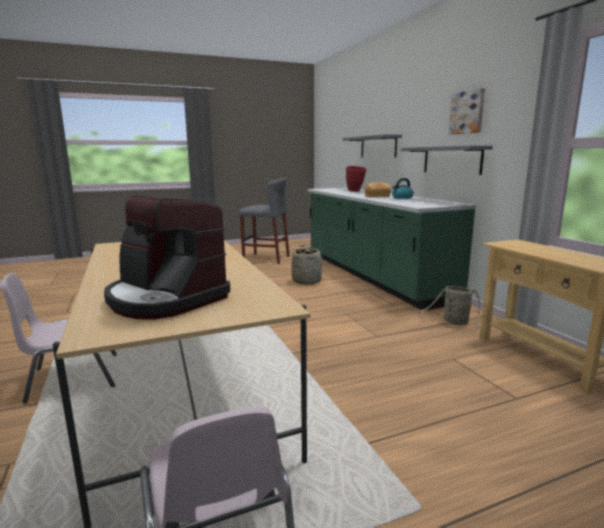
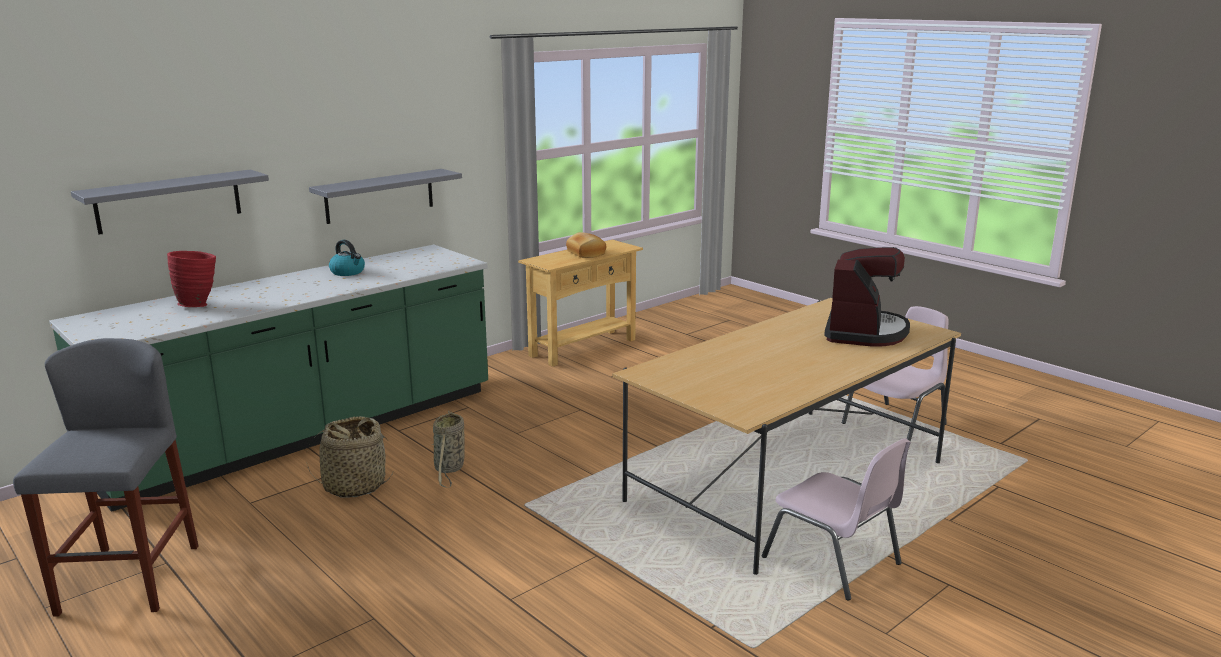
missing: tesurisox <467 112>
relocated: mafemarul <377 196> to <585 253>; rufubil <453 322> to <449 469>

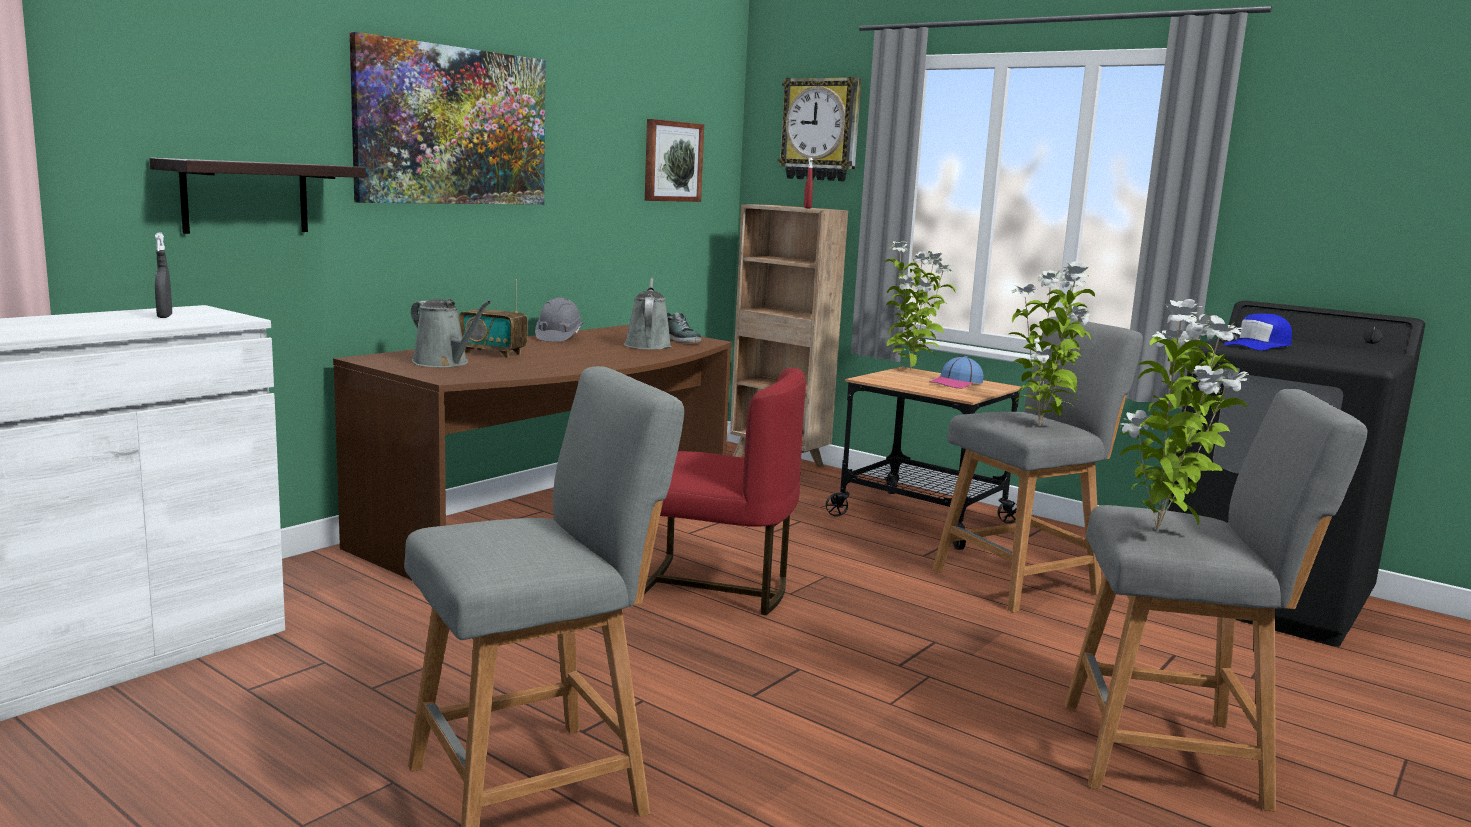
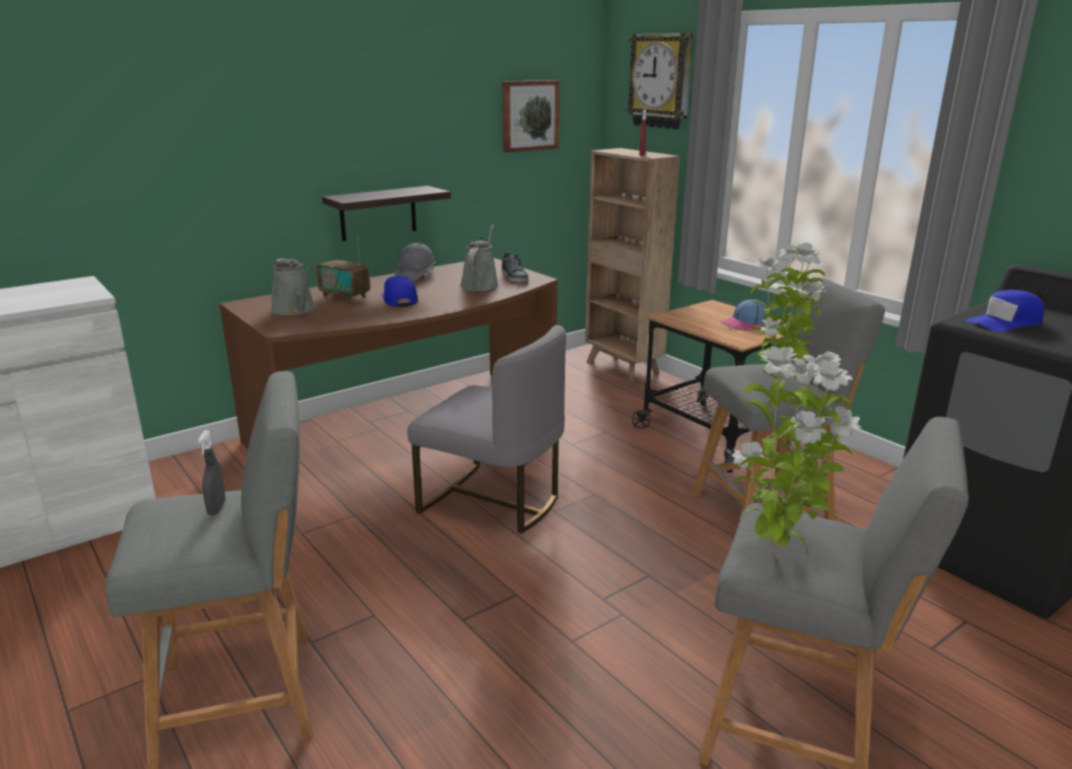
missing: tesurisox <453 126>; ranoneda <910 370>
appeared: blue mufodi <399 299>
relocated: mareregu <245 197> to <378 213>; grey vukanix <164 316> to <217 508>
colour: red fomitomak <712 589> to grey fomitomak <492 501>

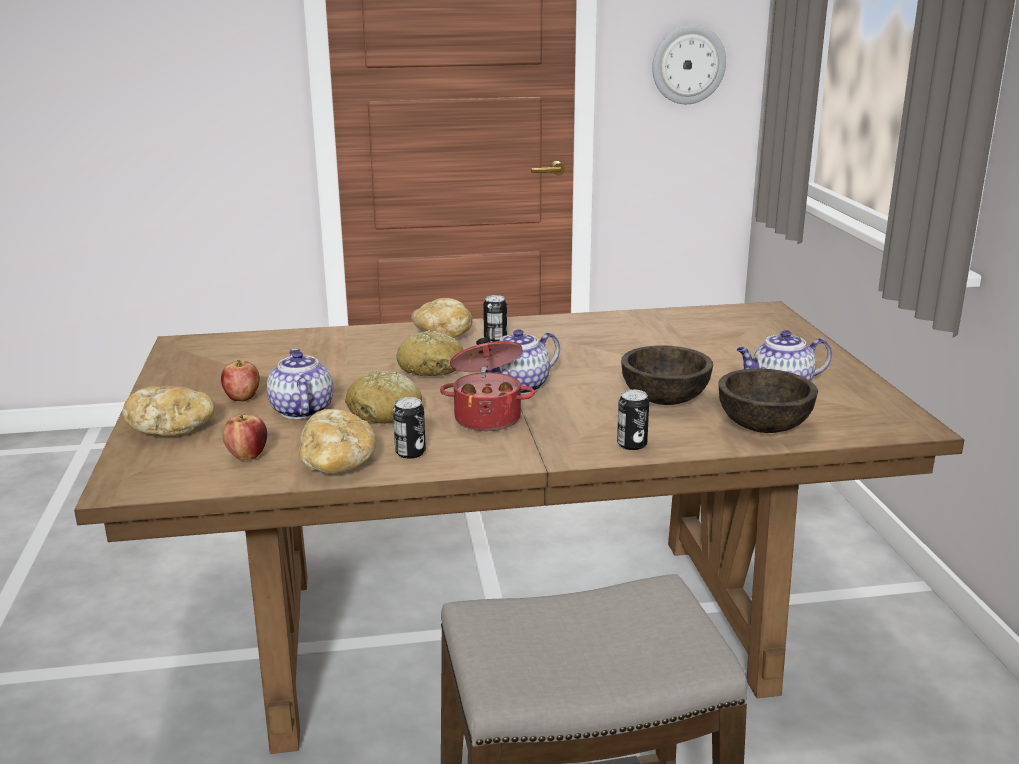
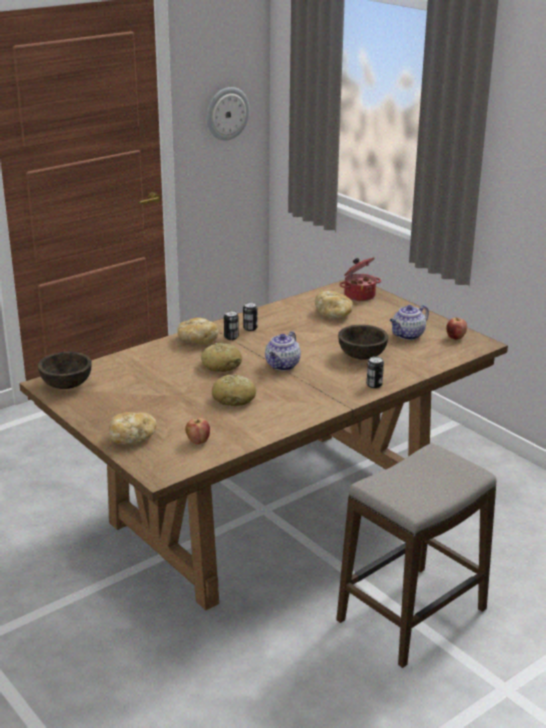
missing: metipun <301 411>
relocated: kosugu <242 398> to <455 338>; mafemarul <337 463> to <334 314>; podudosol <410 453> to <250 328>; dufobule <488 418> to <359 295>; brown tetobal <763 426> to <66 385>

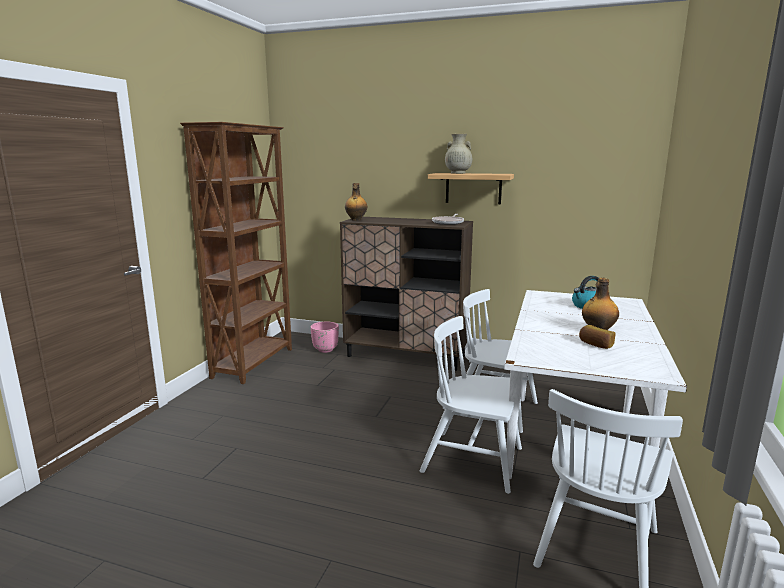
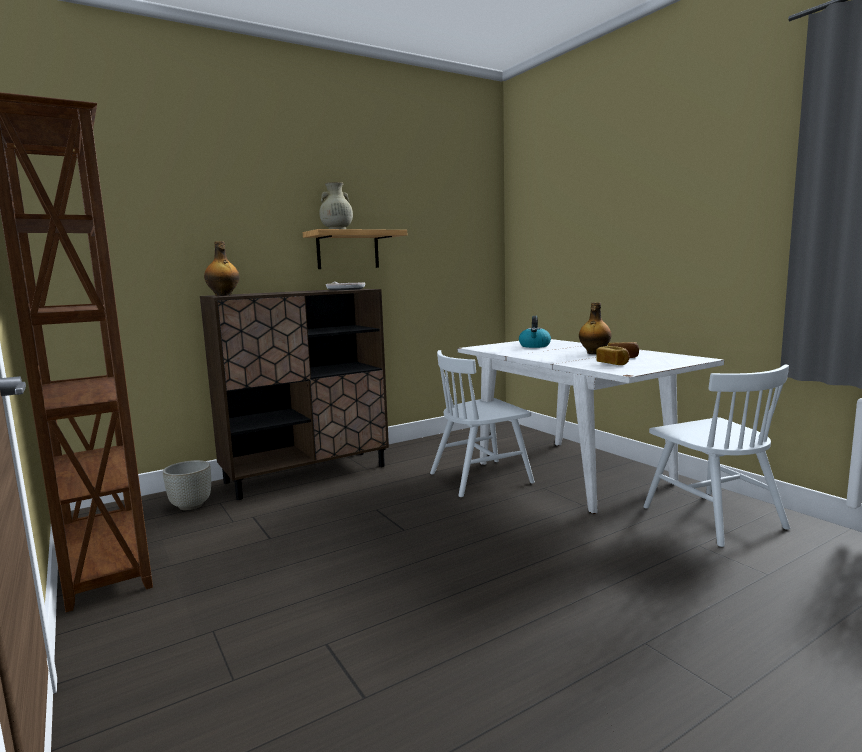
missing: white fomitomak <473 460>
appeared: mafemarul <613 364>
colour: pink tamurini <325 350> to grey tamurini <190 506>

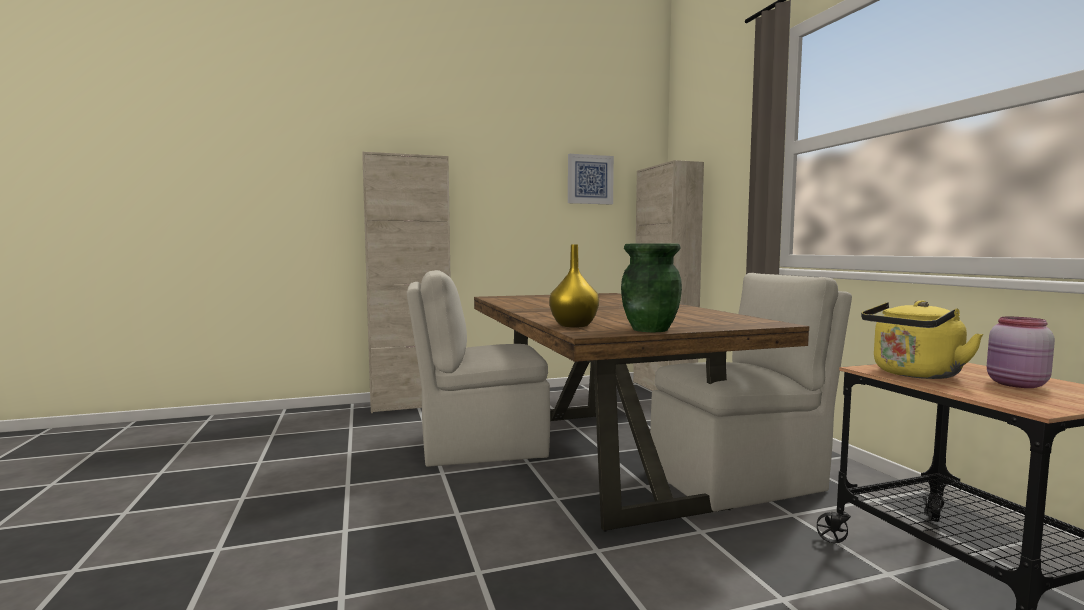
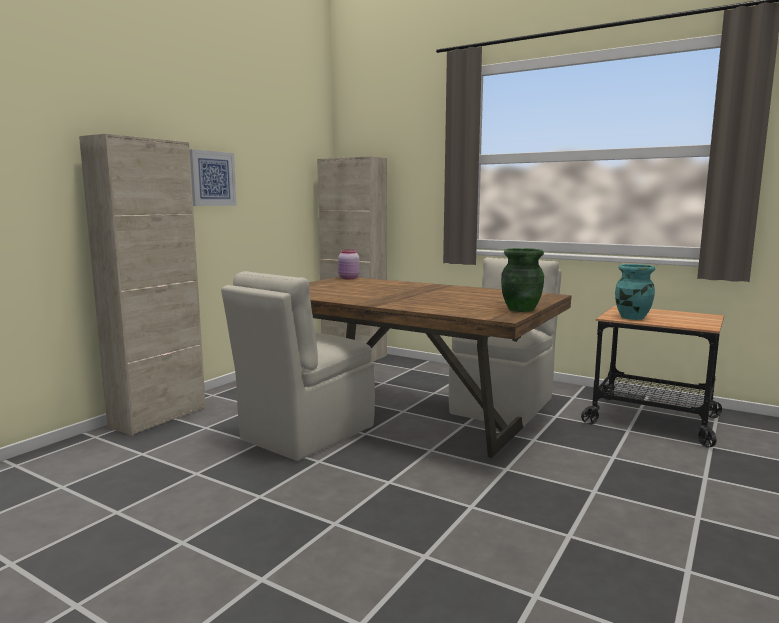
missing: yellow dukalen <573 325>
relocated: tesurisox <590 179> to <212 178>; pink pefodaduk <1016 384> to <349 278>
exchanged: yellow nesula <914 374> to turquoise dukalen <632 317>

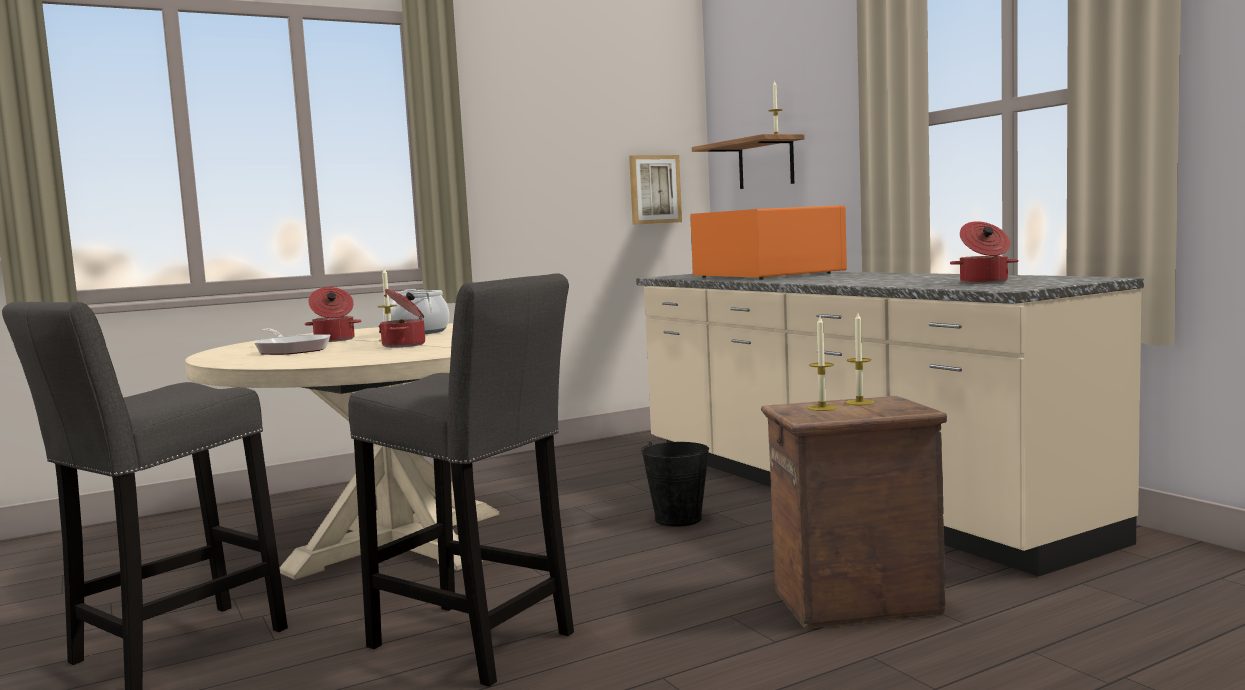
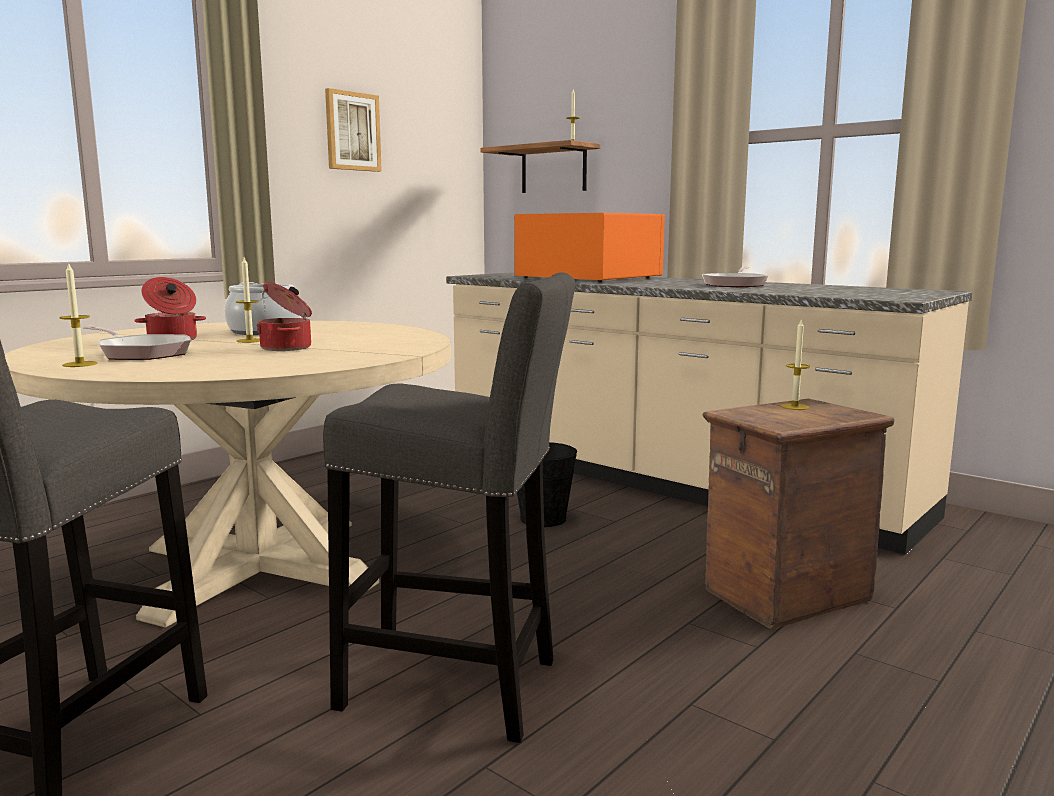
missing: dufobule <983 282>
appeared: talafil <735 284>
relocated: tesurisox <654 189> to <352 131>; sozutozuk <822 408> to <80 364>

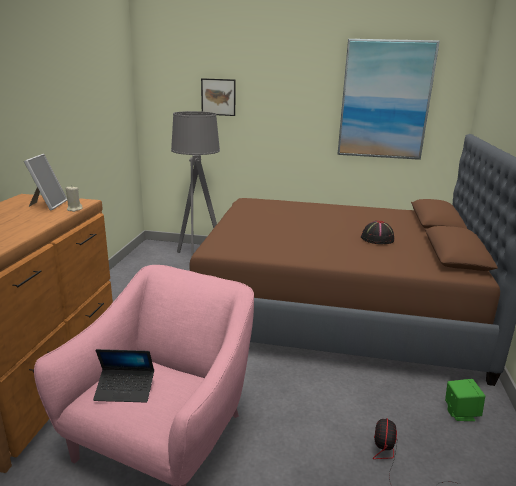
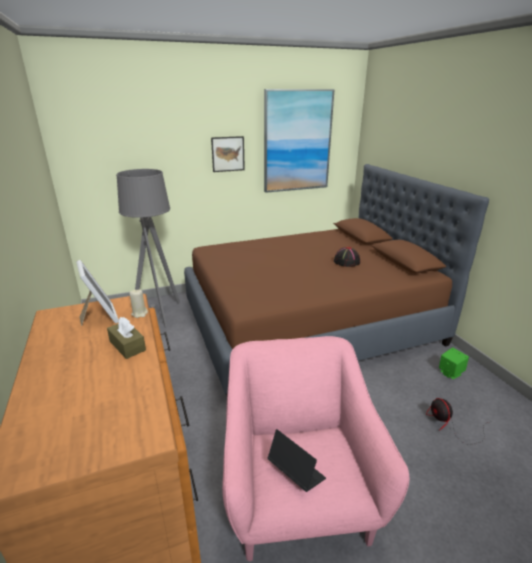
appeared: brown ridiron <127 346>
relocated: tesurisox <218 97> to <228 154>
spun: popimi <125 390> = <296 472> 105 degrees counterclockwise

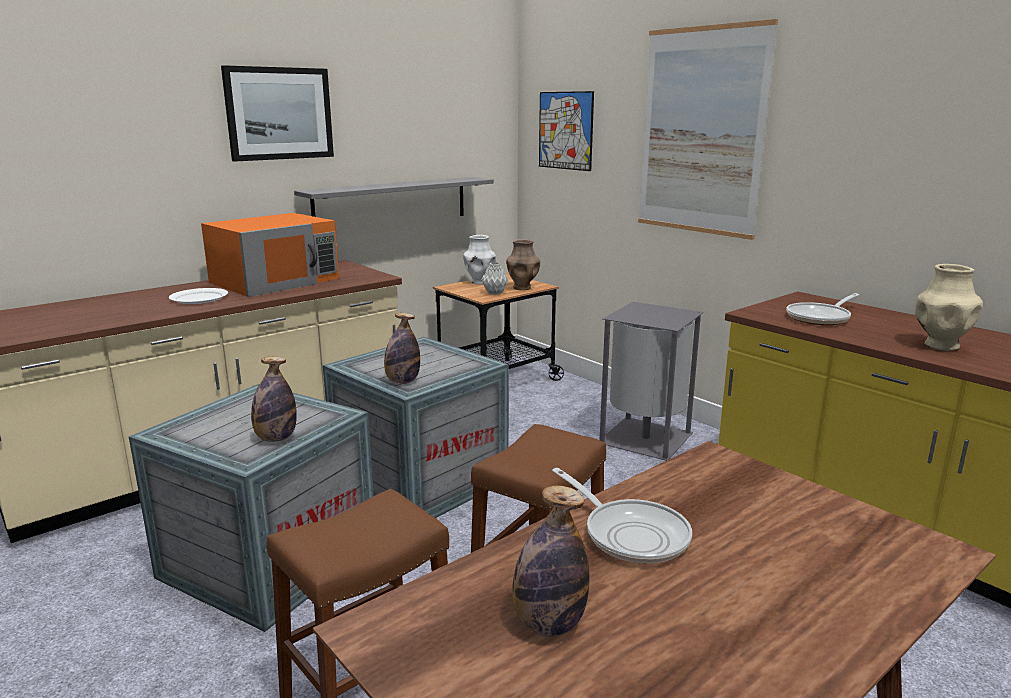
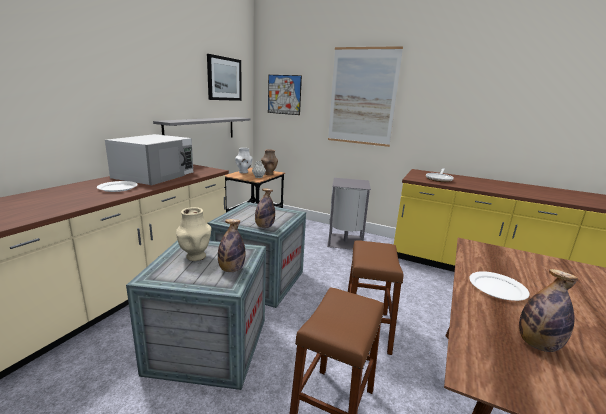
relocated: tesurisox <279 113> to <224 79>; beige dukalen <940 346> to <195 257>
exchanged: talafil <630 534> to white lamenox <497 288>
colour: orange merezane <276 280> to white merezane <155 175>

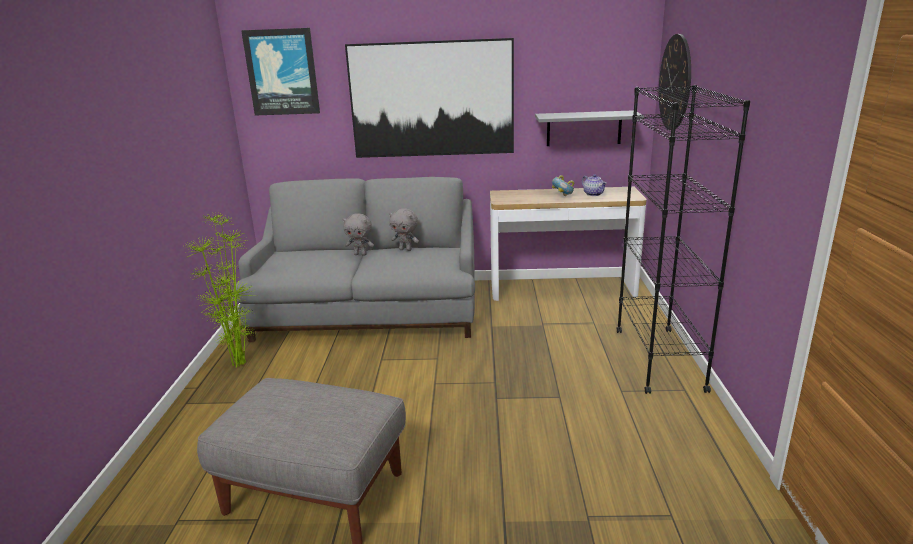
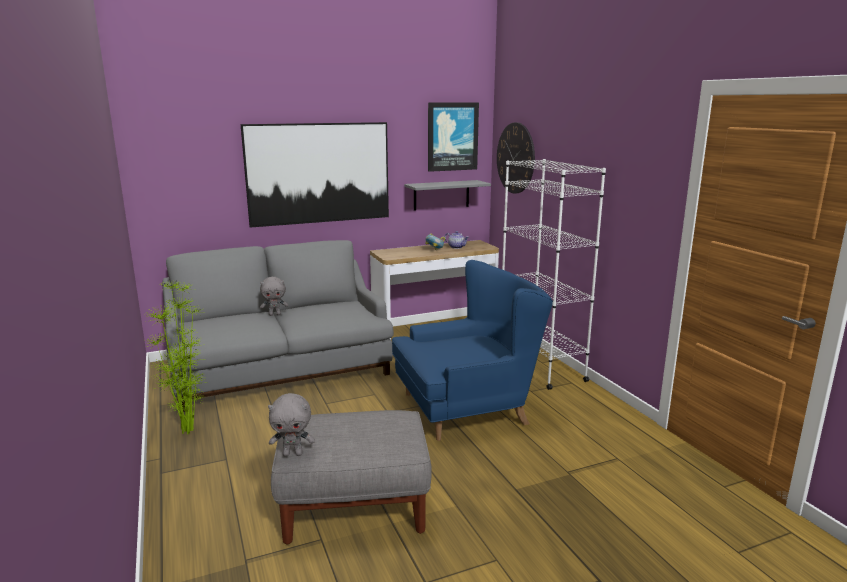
appeared: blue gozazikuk <468 408>
relocated: tesurisox <282 72> to <452 136>; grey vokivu <406 249> to <293 454>
colour: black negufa <658 359> to white negufa <540 366>

